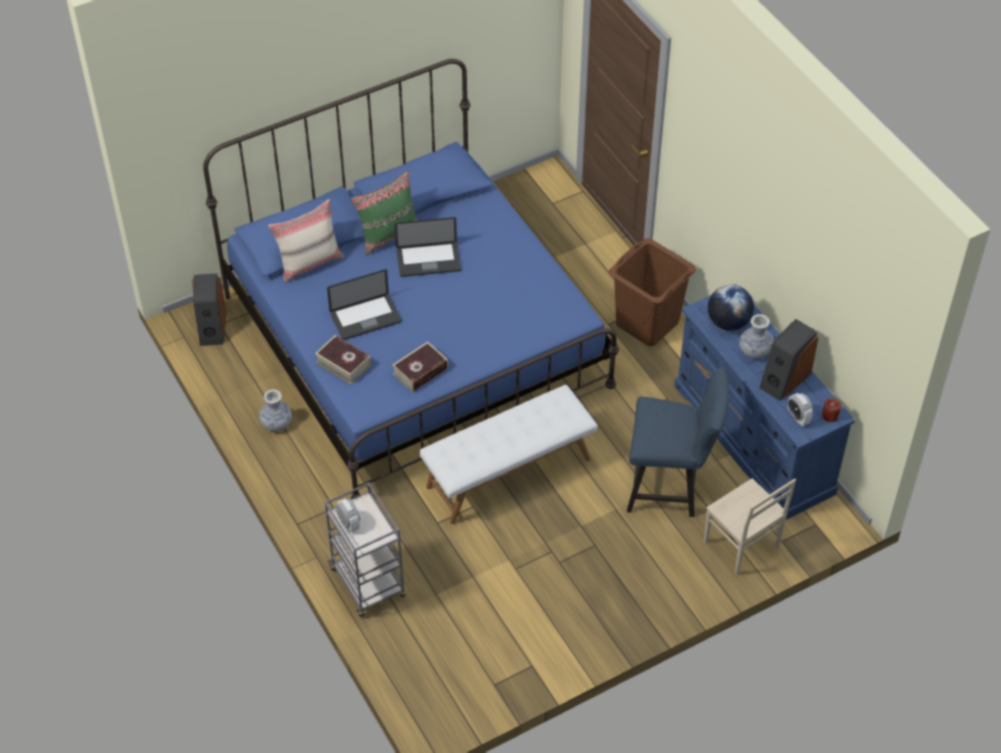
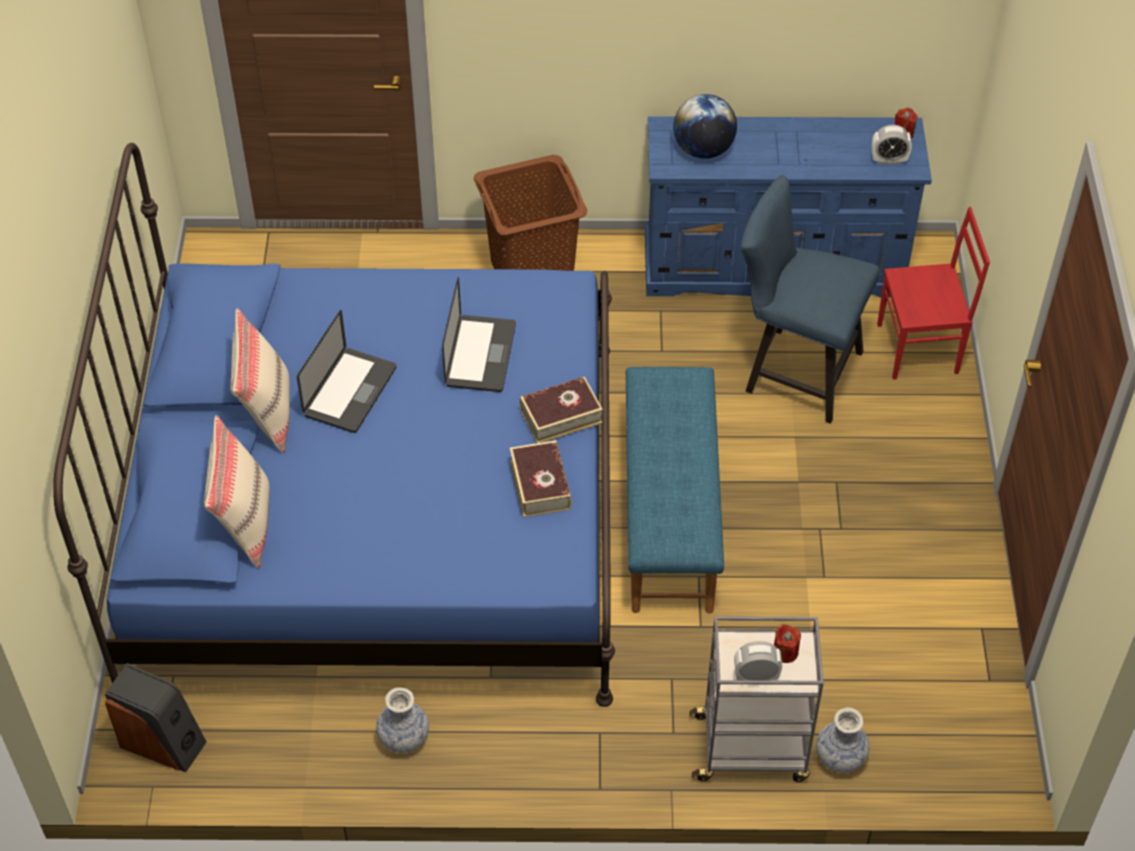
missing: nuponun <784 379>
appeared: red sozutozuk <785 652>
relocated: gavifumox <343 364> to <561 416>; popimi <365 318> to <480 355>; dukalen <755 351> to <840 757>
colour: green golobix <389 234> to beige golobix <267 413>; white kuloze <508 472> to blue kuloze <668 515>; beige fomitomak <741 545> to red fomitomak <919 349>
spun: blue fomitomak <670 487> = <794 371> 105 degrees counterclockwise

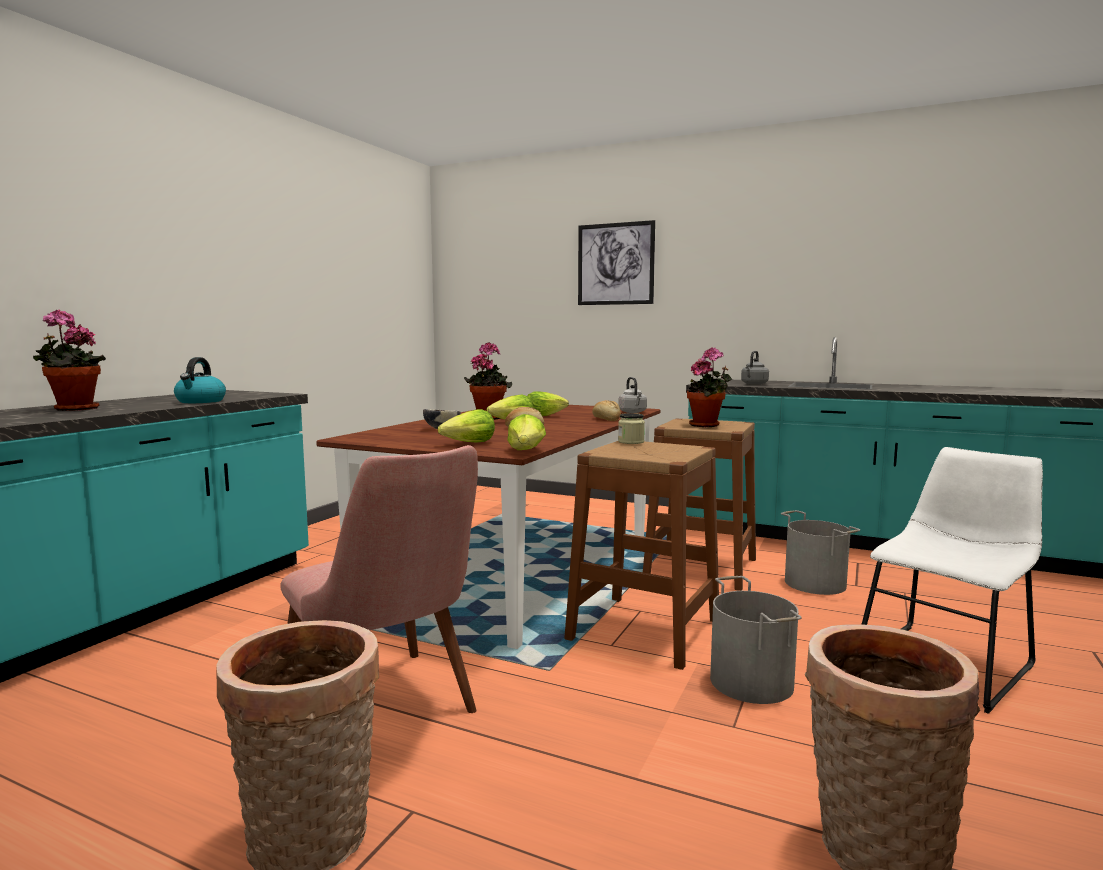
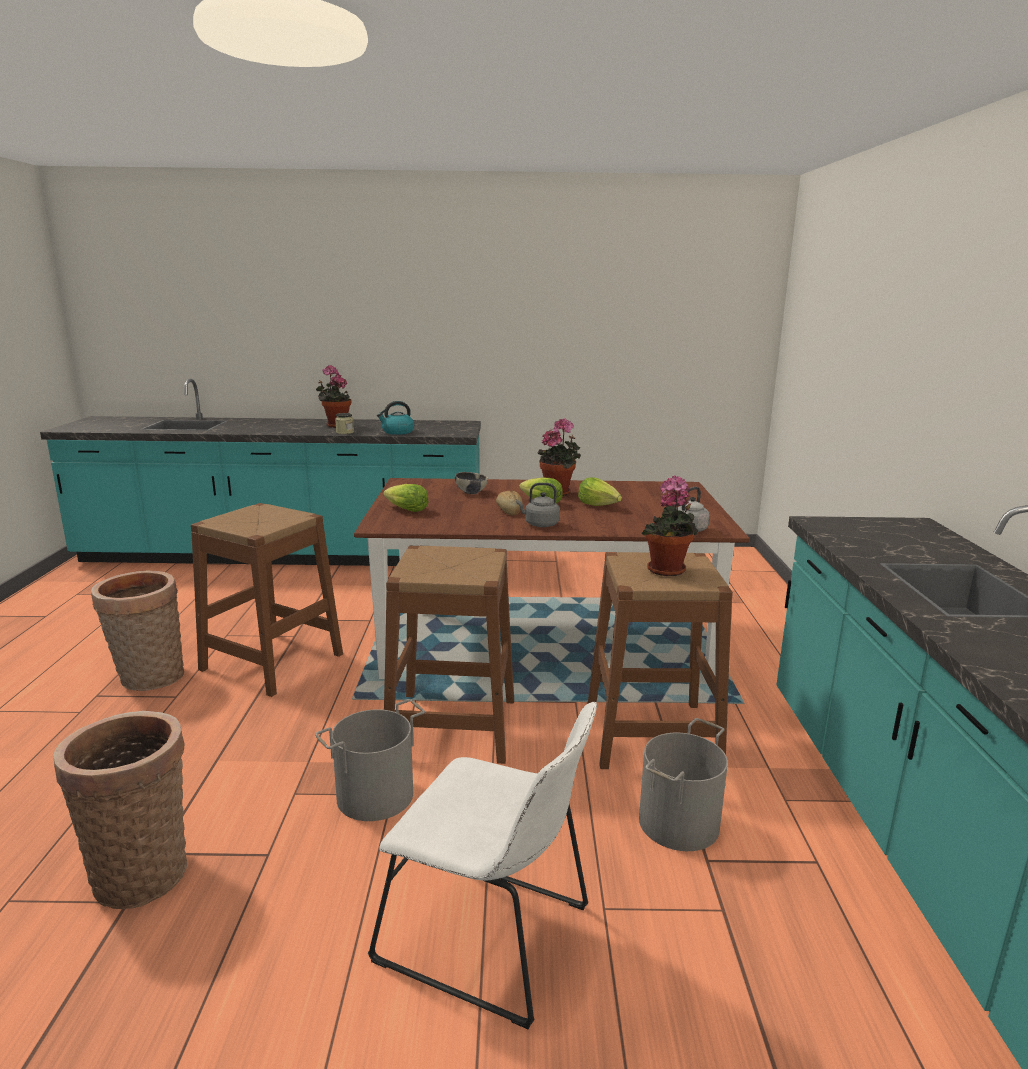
missing: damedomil <526 451>; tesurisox <615 264>; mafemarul <606 419>
relocated: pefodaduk <631 442> to <345 432>; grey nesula <754 384> to <540 524>
exchanged: pink fomitomak <389 714> to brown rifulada <272 662>

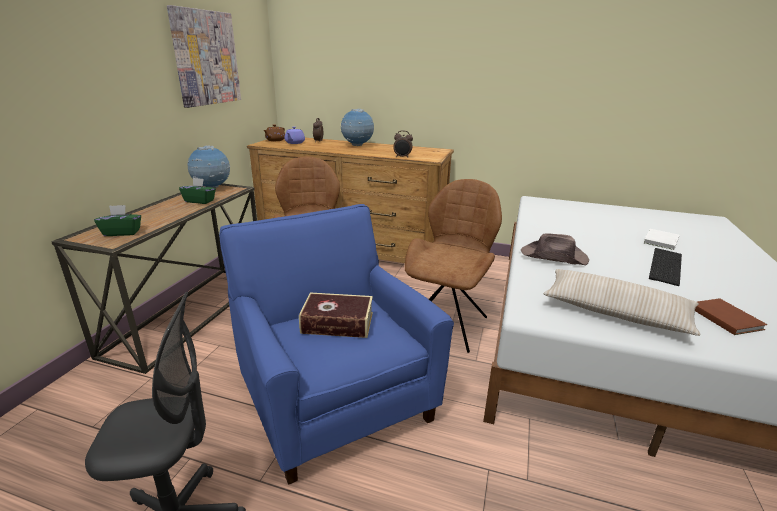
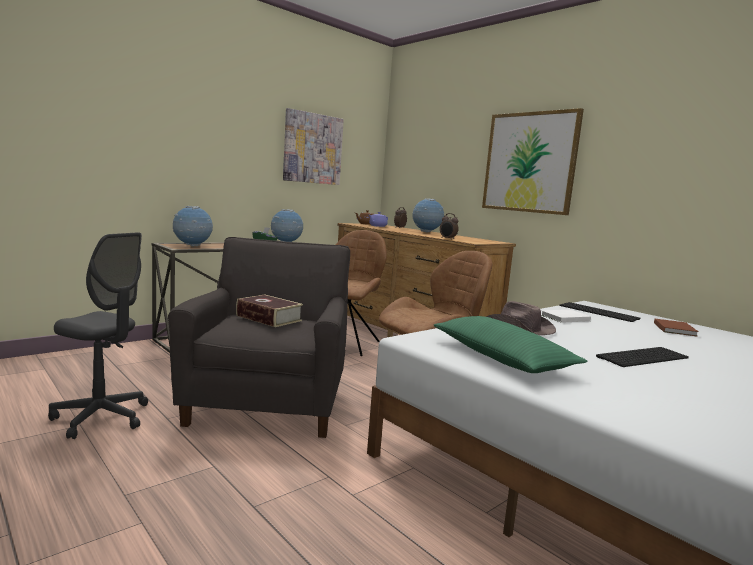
appeared: tesurisox <529 162>; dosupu <599 312>
relocated: white gavifumox <660 241> to <563 318>; brown gavifumox <724 317> to <675 329>
exchanged: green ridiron <122 232> to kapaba <192 246>
colour: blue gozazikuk <334 398> to grey gozazikuk <268 402>; beige golobix <615 312> to green golobix <501 358>

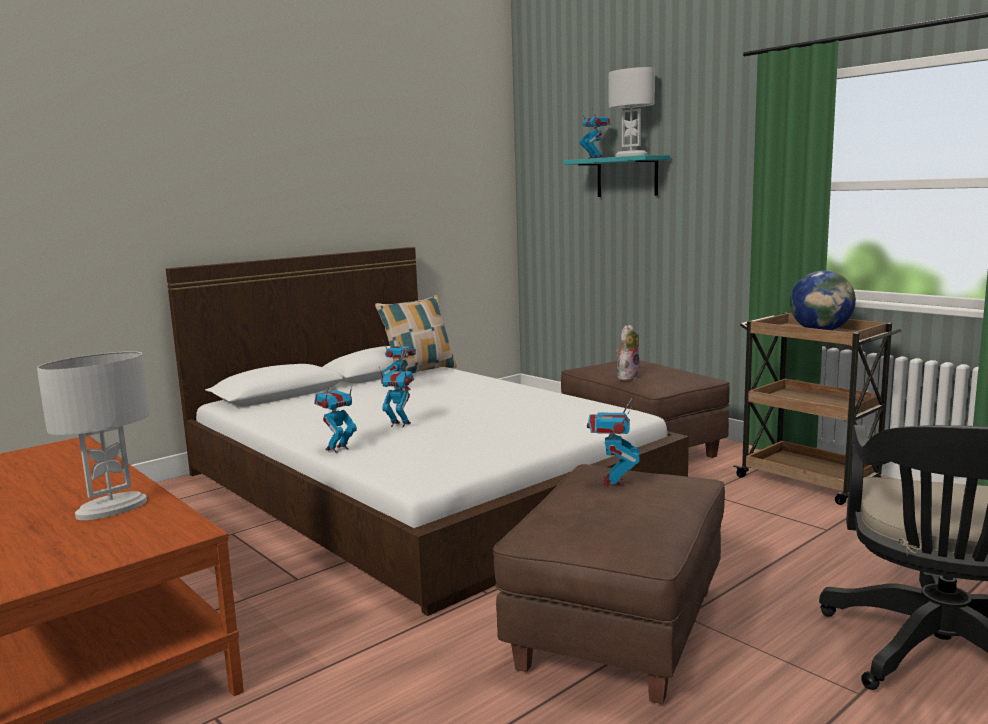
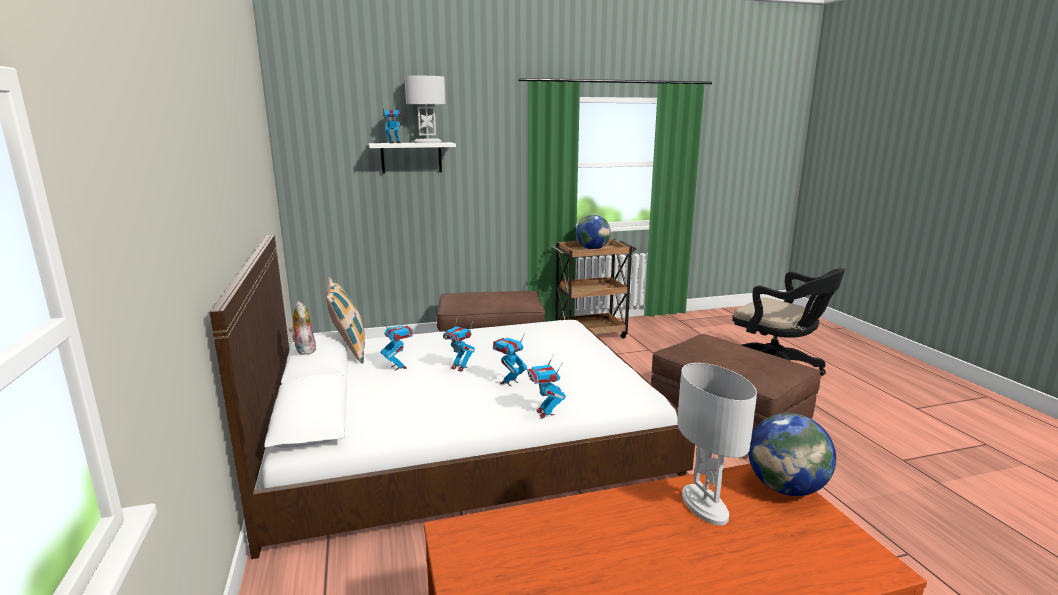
appeared: kapaba <786 488>
relocated: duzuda <613 482> to <459 368>; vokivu <627 377> to <304 350>
colour: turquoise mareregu <627 177> to white mareregu <411 157>

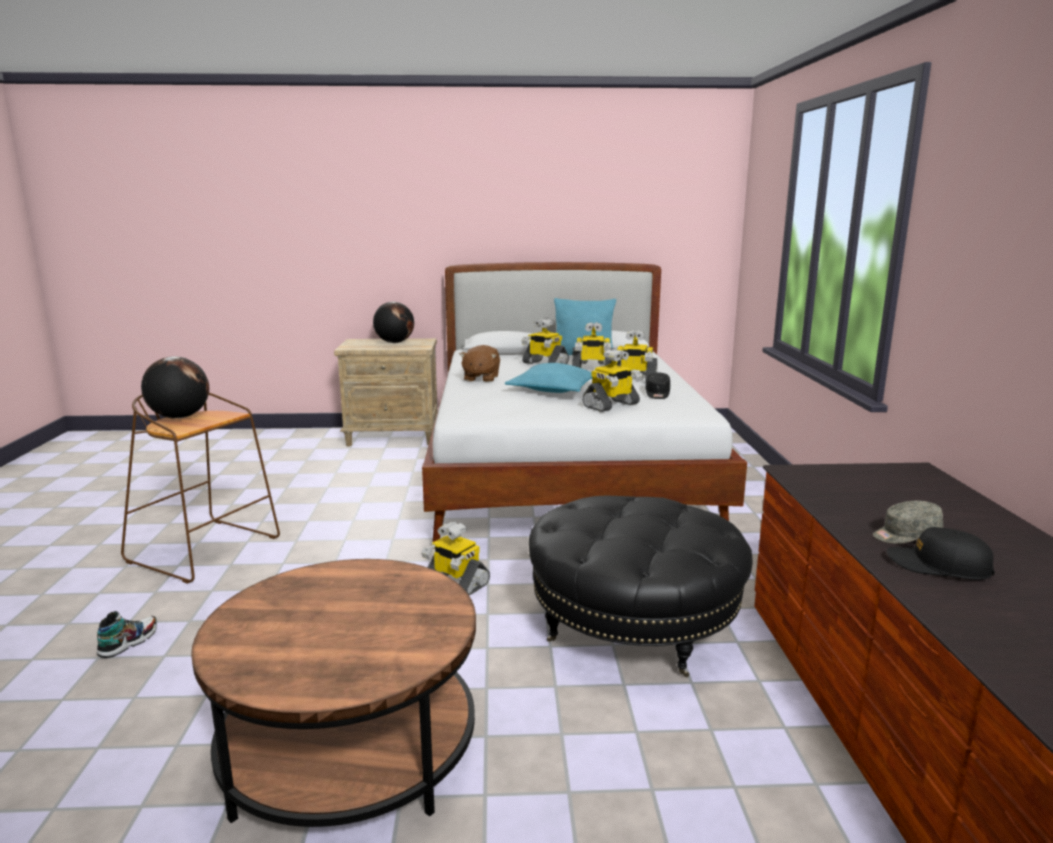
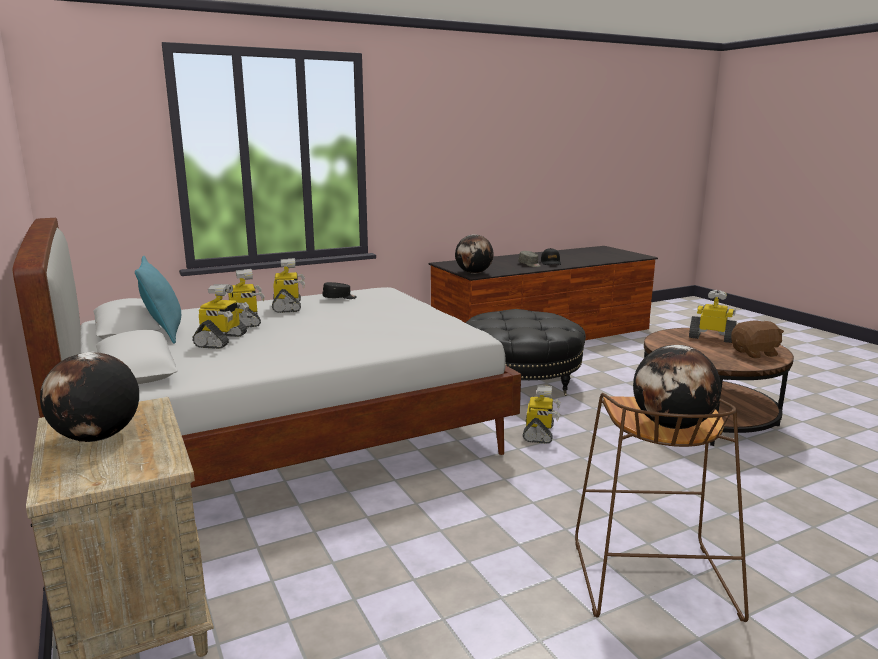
missing: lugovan <129 642>; turquoise golobix <553 390>
appeared: kapaba <474 273>
relocated: brown vokivu <481 378> to <755 353>; duzuda <611 405> to <712 338>

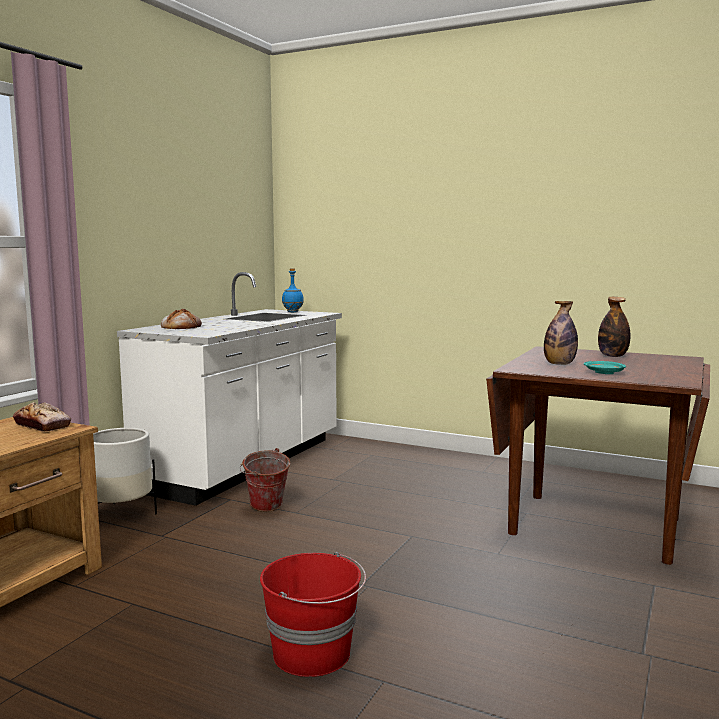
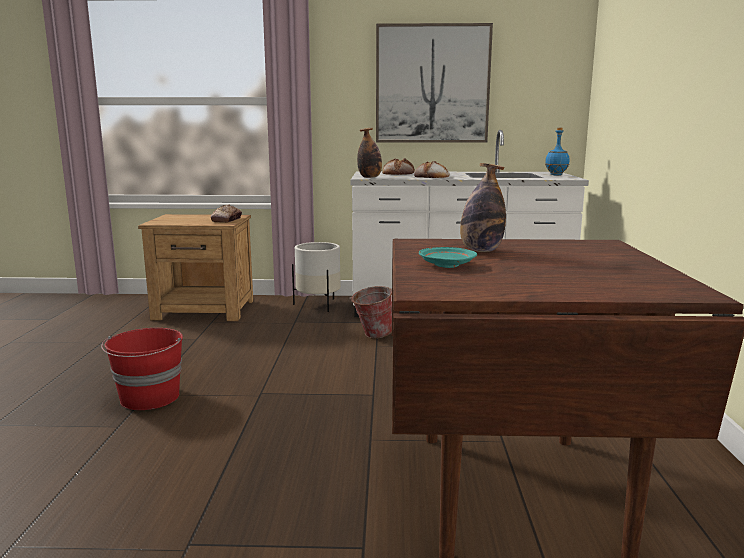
appeared: tesurisox <432 84>; mafemarul <432 177>
relocated: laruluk <612 356> to <370 177>

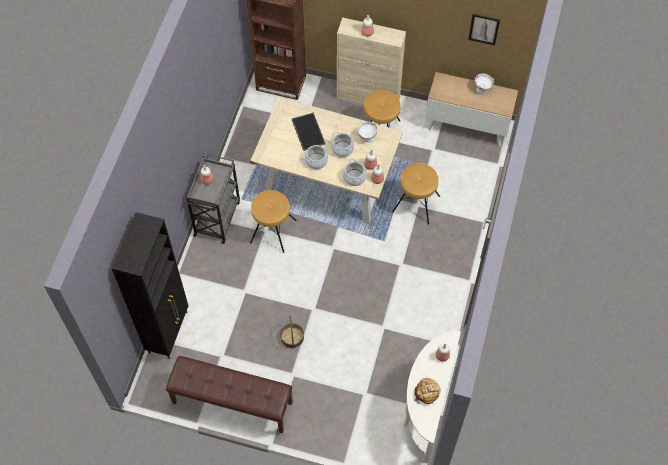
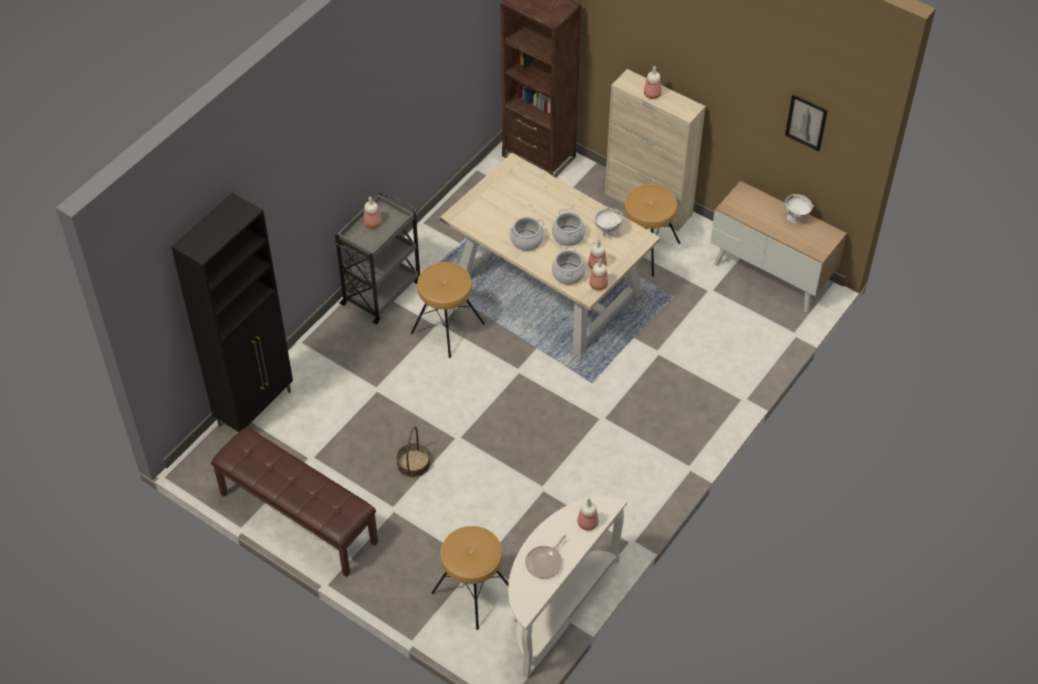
missing: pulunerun <307 131>
relocated: brown rifulada <416 204> to <473 593>
exchanged: mafemarul <427 393> to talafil <545 562>

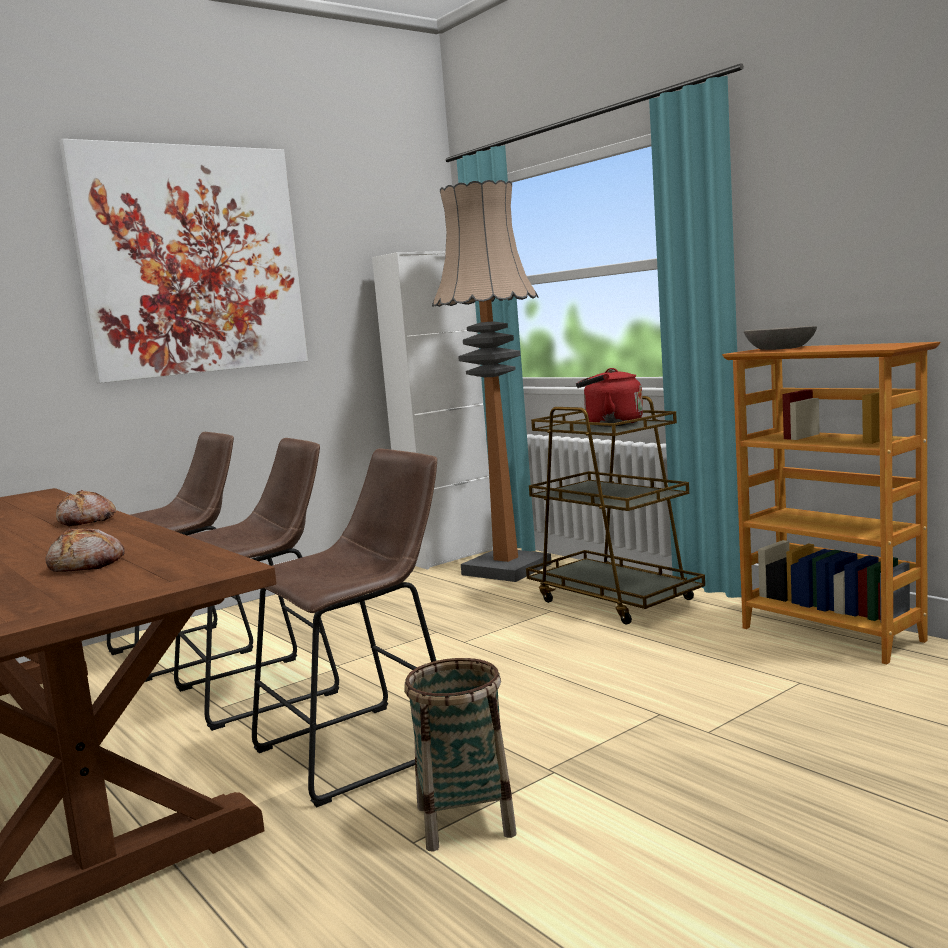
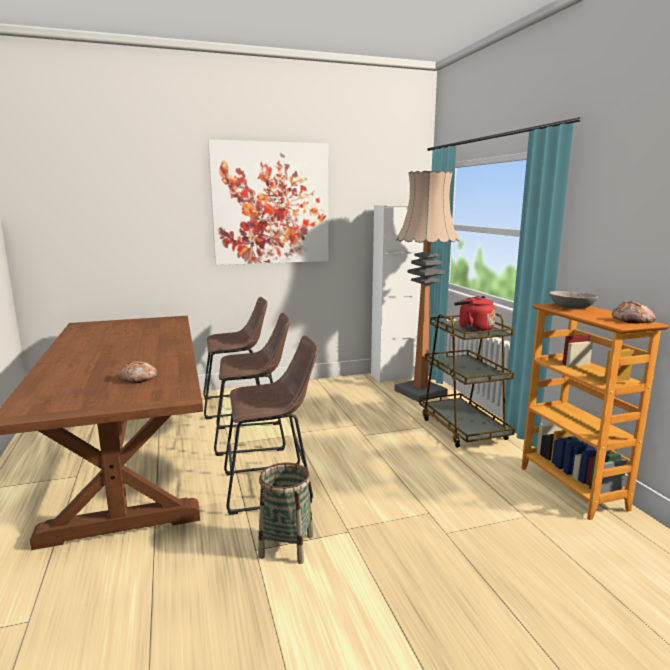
relocated: mafemarul <86 521> to <632 321>

